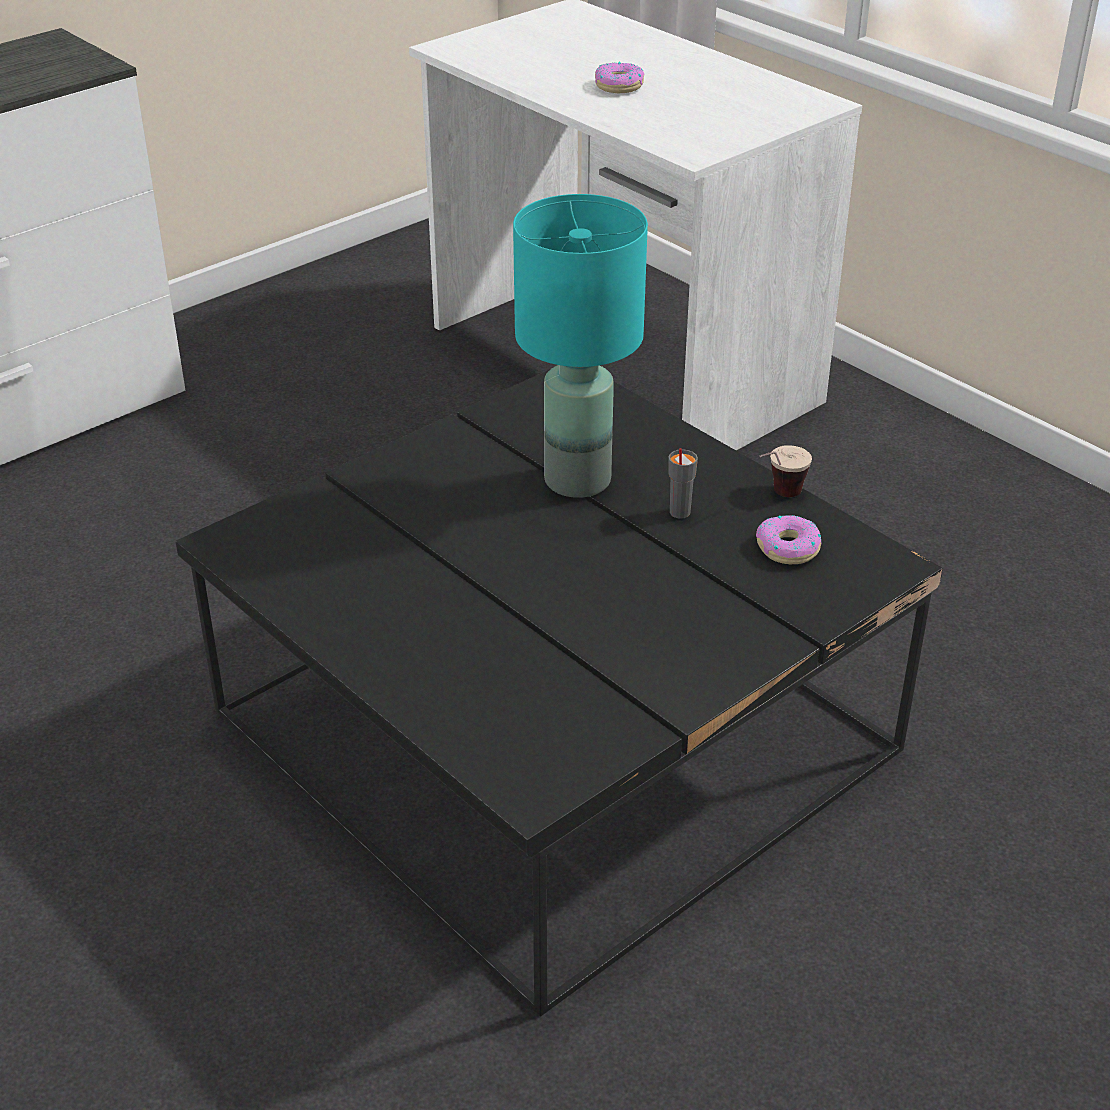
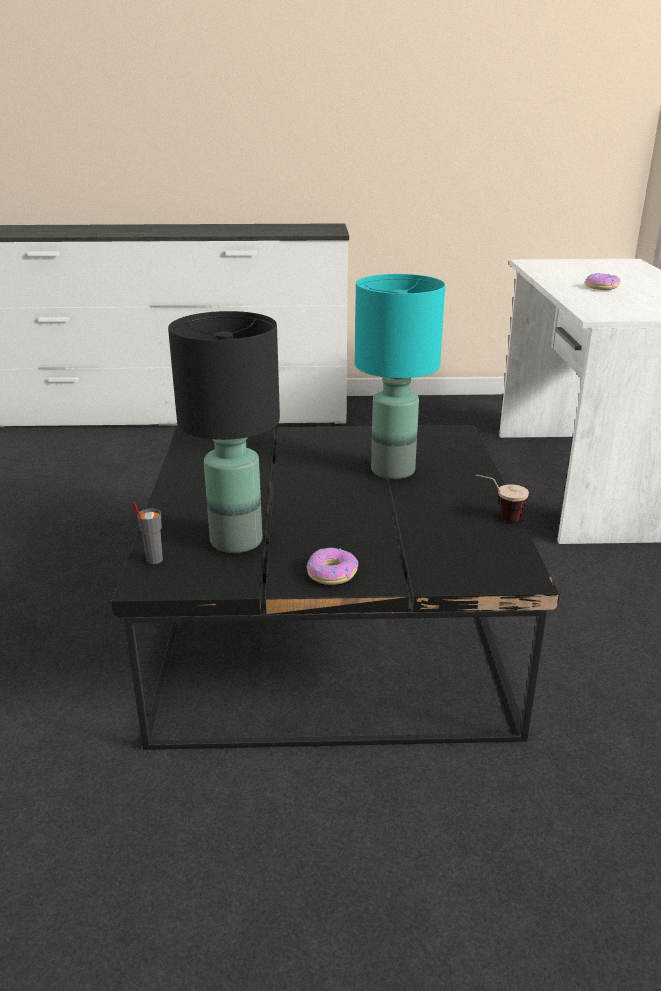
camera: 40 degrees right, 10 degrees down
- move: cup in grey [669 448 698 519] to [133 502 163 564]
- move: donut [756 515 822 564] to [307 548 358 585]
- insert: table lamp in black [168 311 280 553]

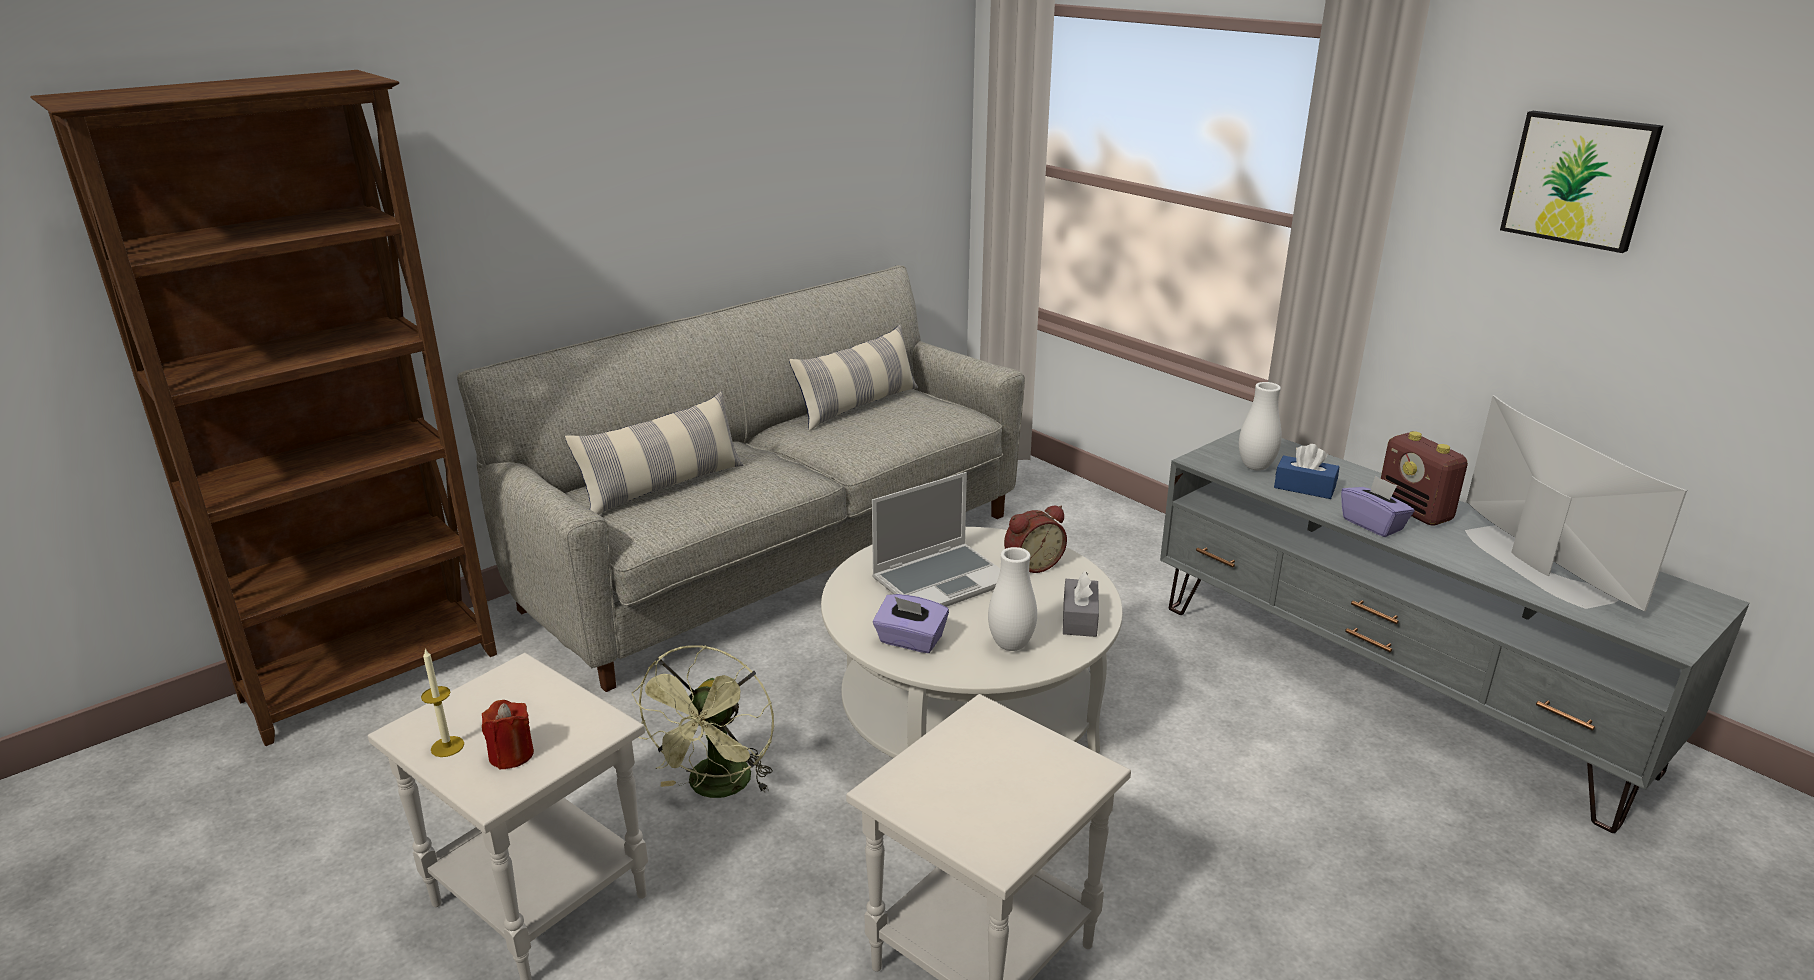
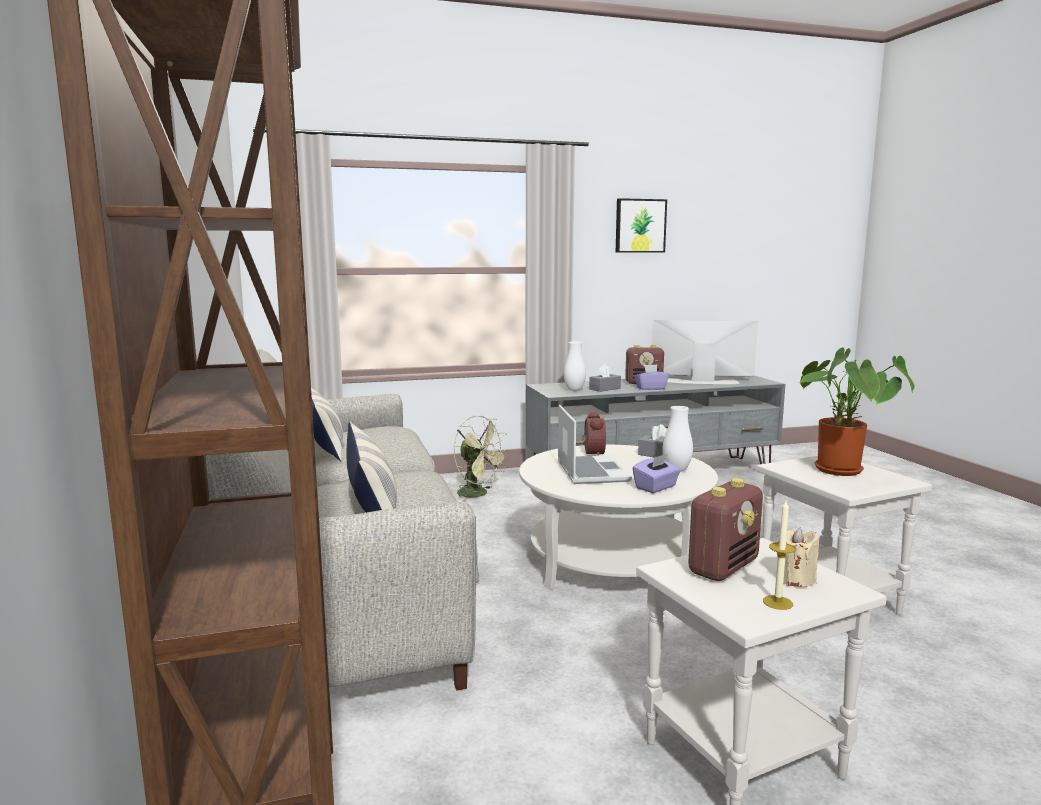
camera: 65 degrees left, 15 degrees down
- recolor: candle in red [482 700 534 770] to candle in beige [777 528 819 587]
- move: fan in green [632 645 774 798] to [454 415 509 502]
- recolor: tissue box in blue [1274 444 1340 499] to tissue box in grey [589 364 621 392]
- insert: radio [688 478 763 581]
- insert: potted plant [798 347 915 476]

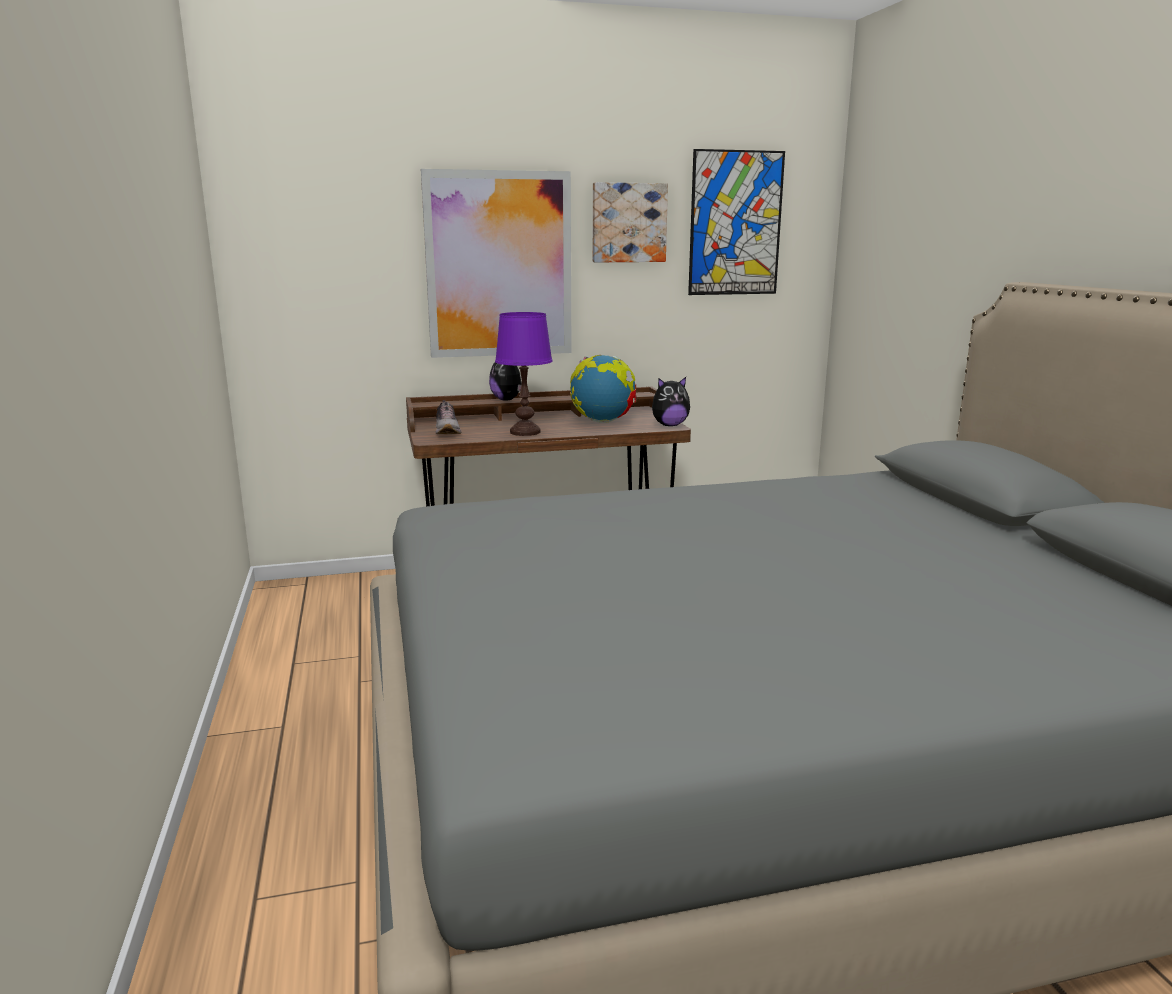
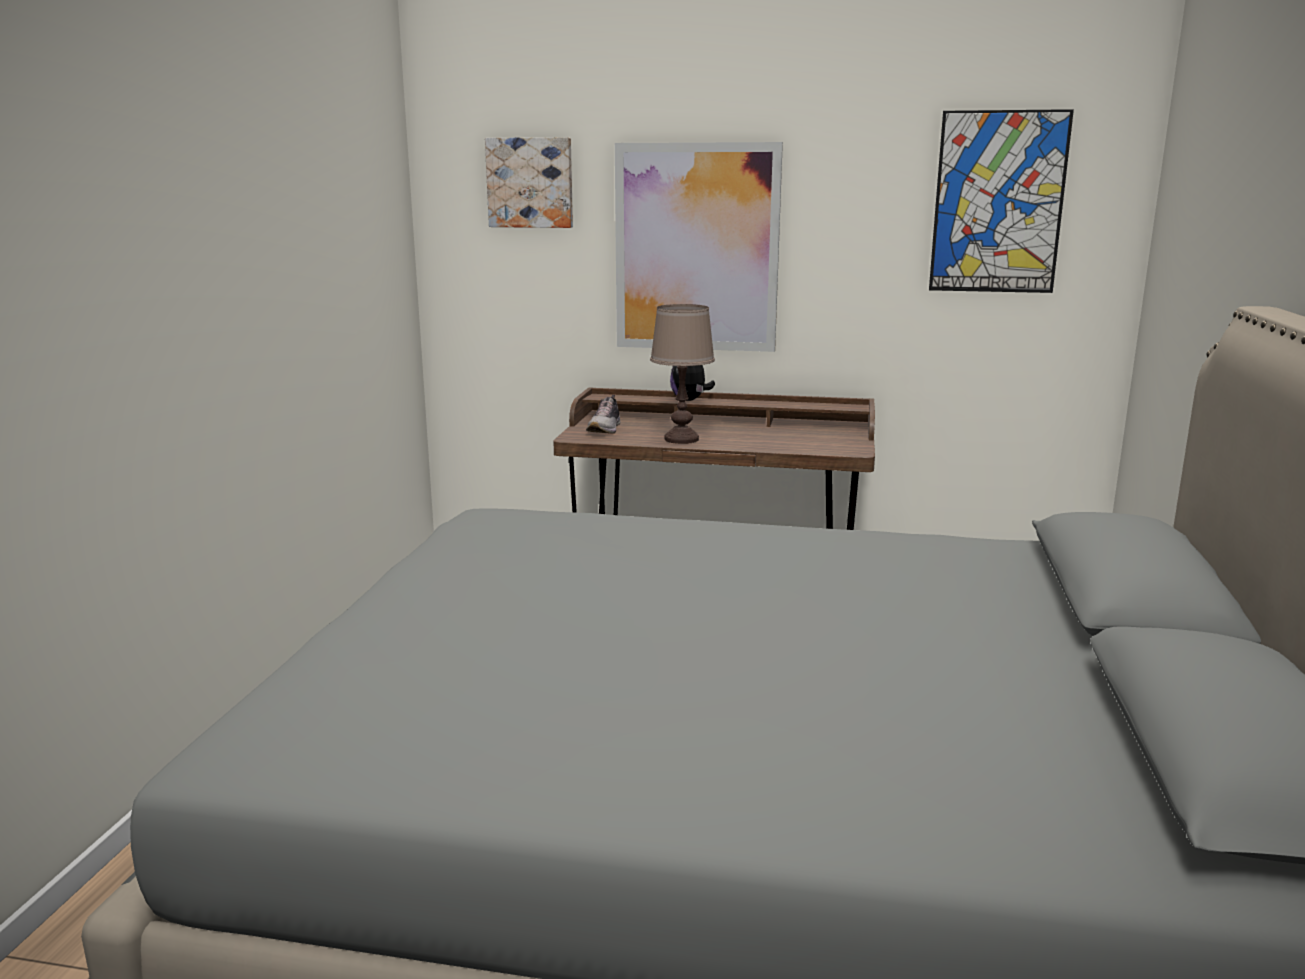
camera: 25 degrees right, 0 degrees up
- recolor: table lamp in purple [495 312 552 436] to table lamp in brown [650 304 715 444]
- delete: globe [570 355 636 423]
- move: picture [593 182 668 262] to [485 137 573 228]
- delete: plush toy [652 377 690 426]

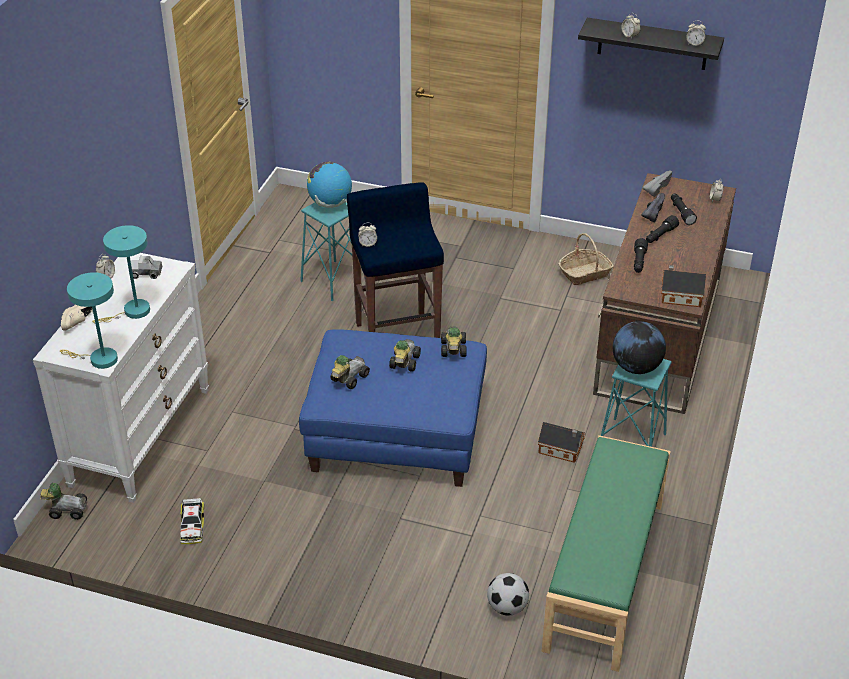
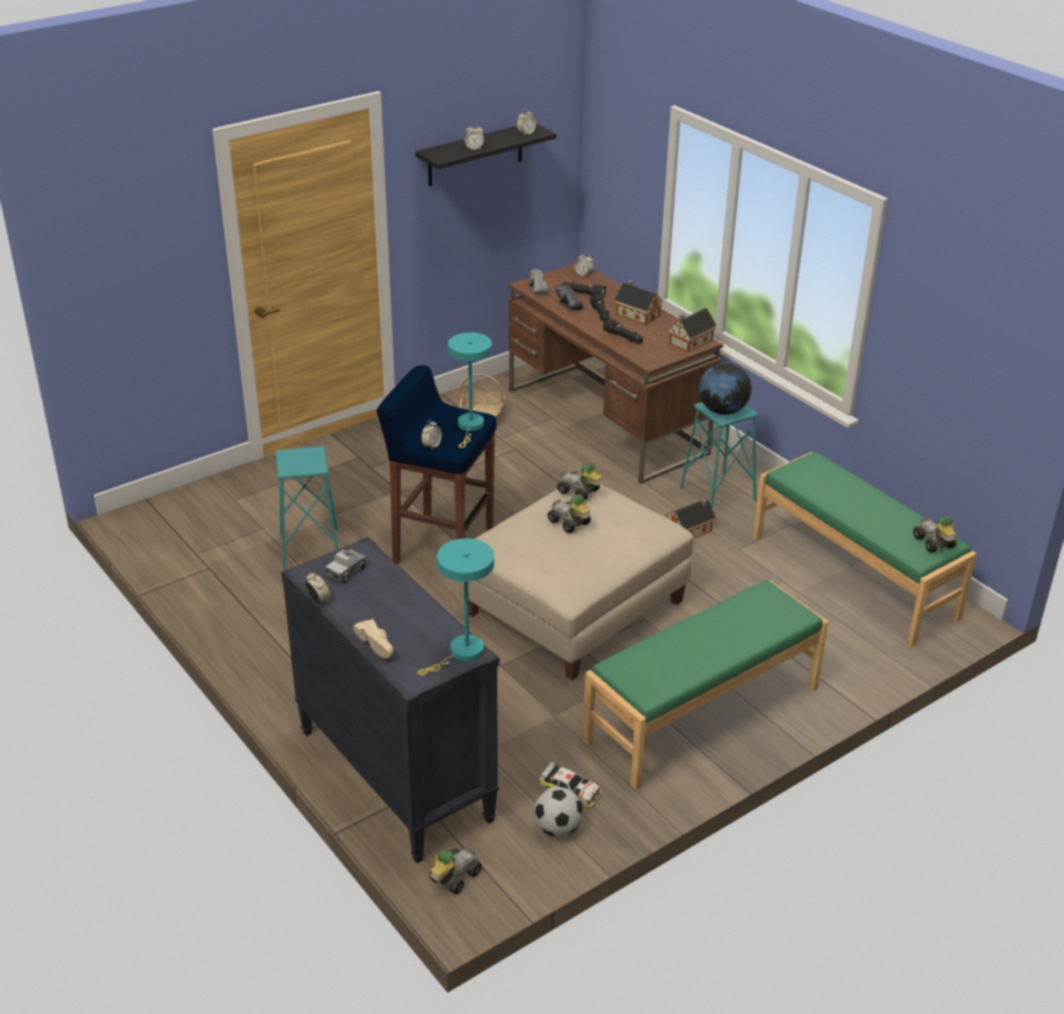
camera: 55 degrees left, 5 degrees down
- recolor: dresser in white [33 253 209 503] to dresser in black [281 537 500 863]
- move: table lamp in turquoise [92 225 150 323] to [448 332 492 448]
- recolor: ottoman in blue [299 329 487 487] to ottoman in beige [460 484 694 680]
- delete: globe [307 162 352 208]
- move: toy car [331 355 370 389] to [913 516 956 553]
- move: football [487 573 529 616] to [534 787 583 837]
- insert: bench in green [582 580 829 790]
- insert: toy house [614 280 662 325]

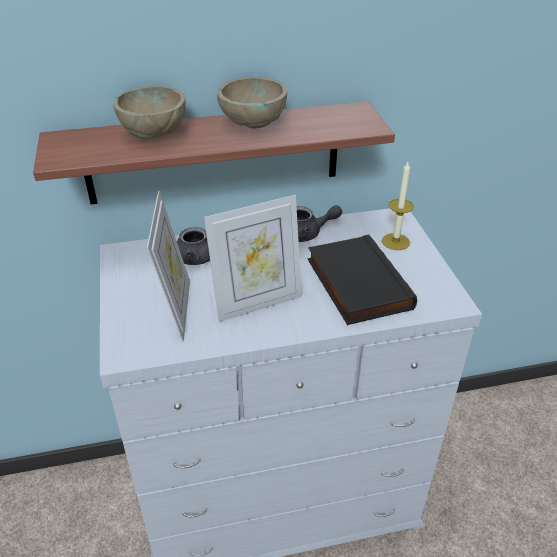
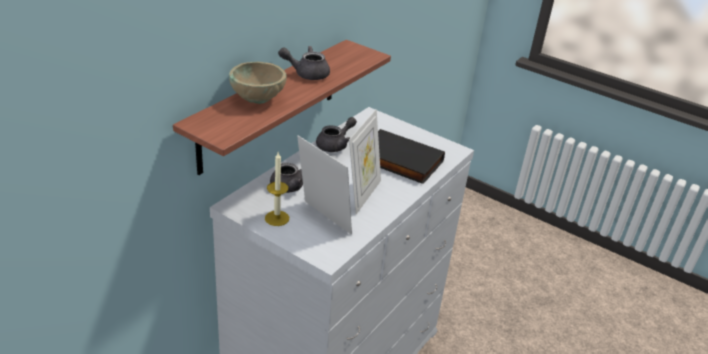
camera: 45 degrees left, 5 degrees down
- replace: bowl in beige [217 77 287 129] to teapot in grey [278 46 330 80]
- move: candle [382 162 414 250] to [265 152 289 226]

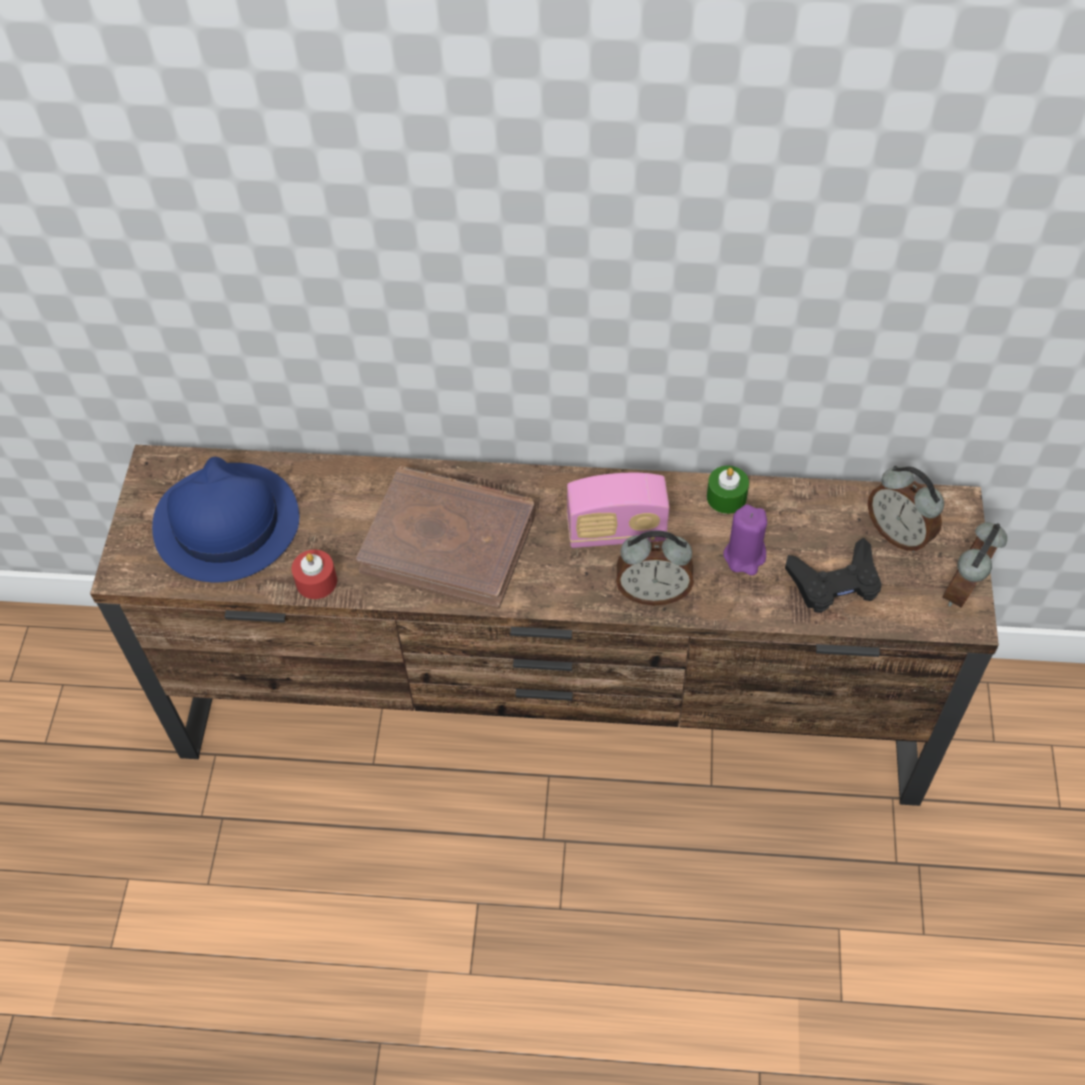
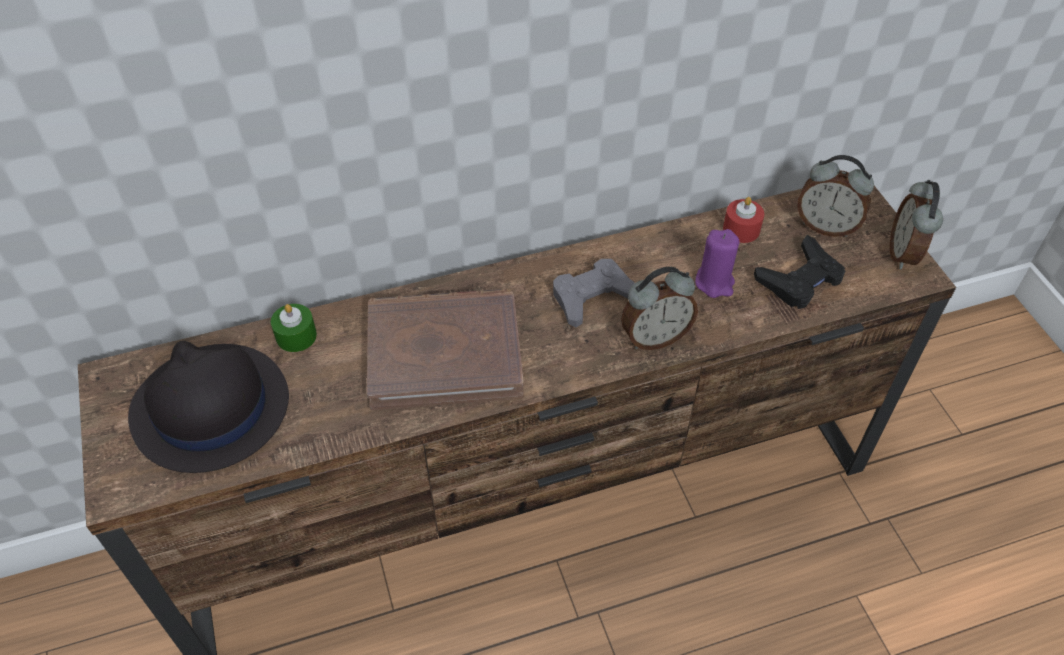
camera: 25 degrees left, 5 degrees down
- recolor: hat in blue [152 457 299 582] to hat in black [128 341 289 473]
- move: candle in red [292 550 337 599] to [723 197 764 243]
- replace: radio [567 473 669 548] to game controller in grey [553 259 635 327]
- move: candle in green [707 466 749 514] to [271 304 317 352]

